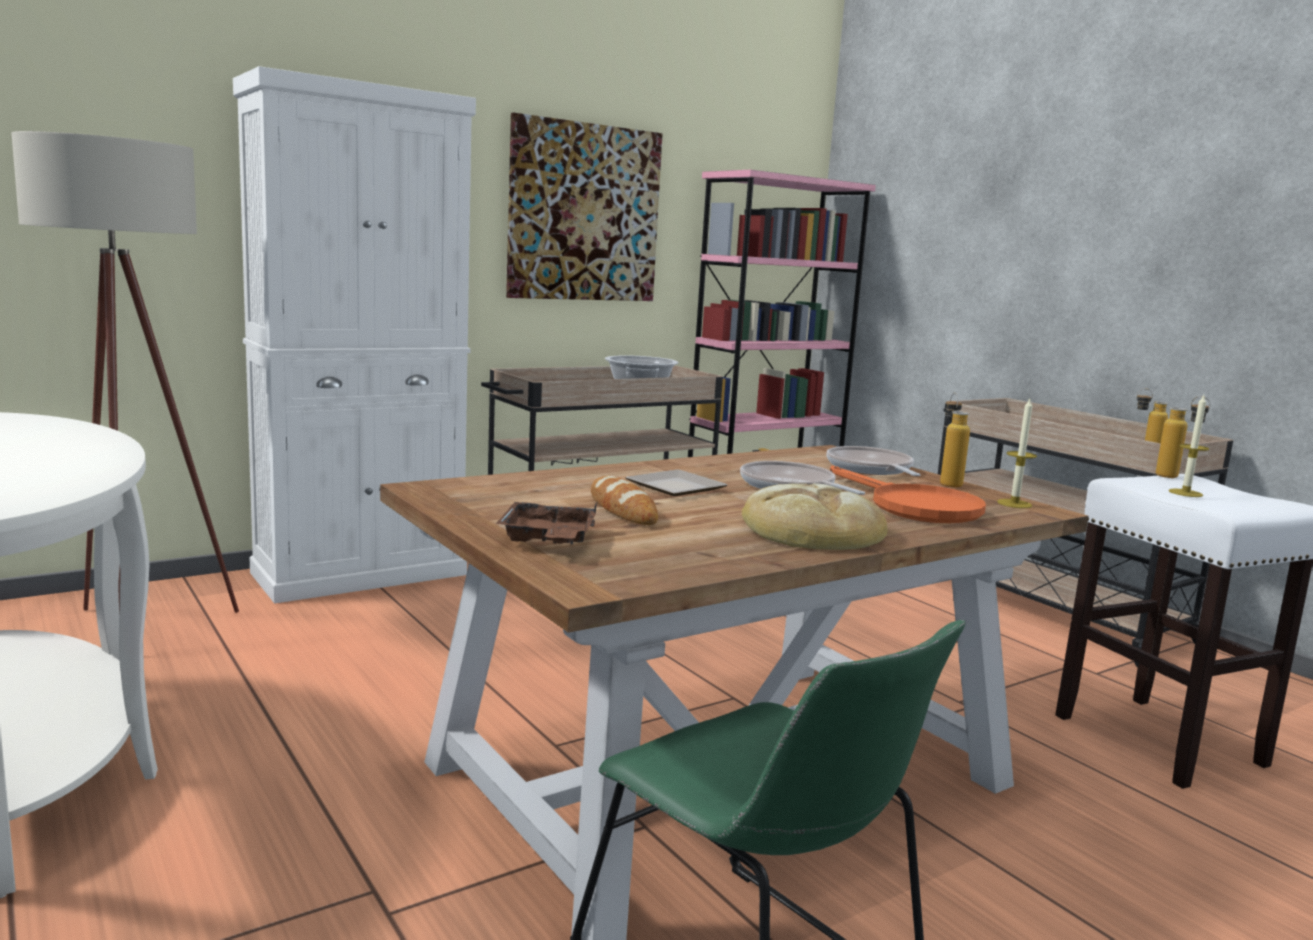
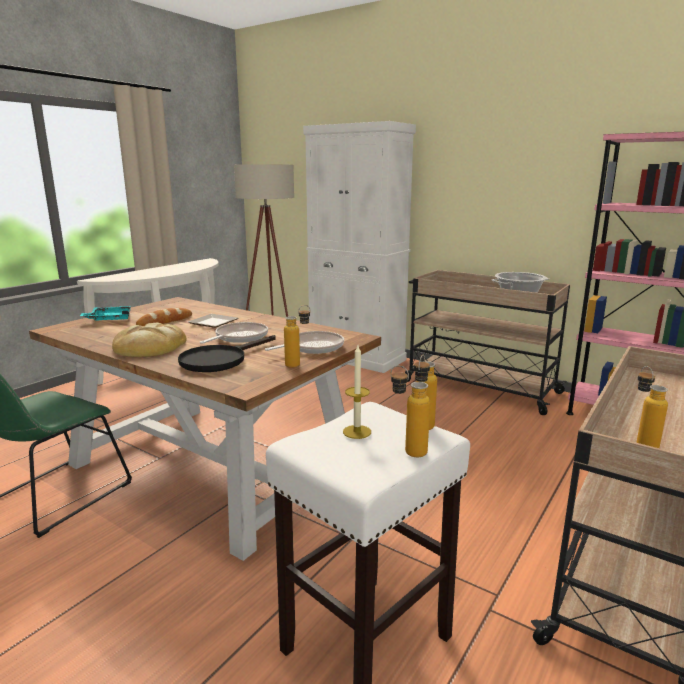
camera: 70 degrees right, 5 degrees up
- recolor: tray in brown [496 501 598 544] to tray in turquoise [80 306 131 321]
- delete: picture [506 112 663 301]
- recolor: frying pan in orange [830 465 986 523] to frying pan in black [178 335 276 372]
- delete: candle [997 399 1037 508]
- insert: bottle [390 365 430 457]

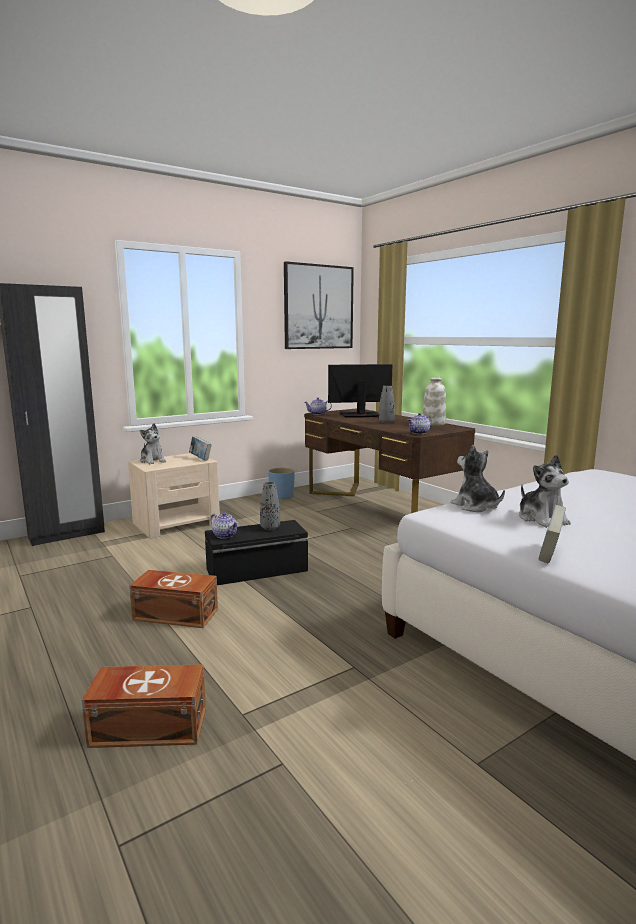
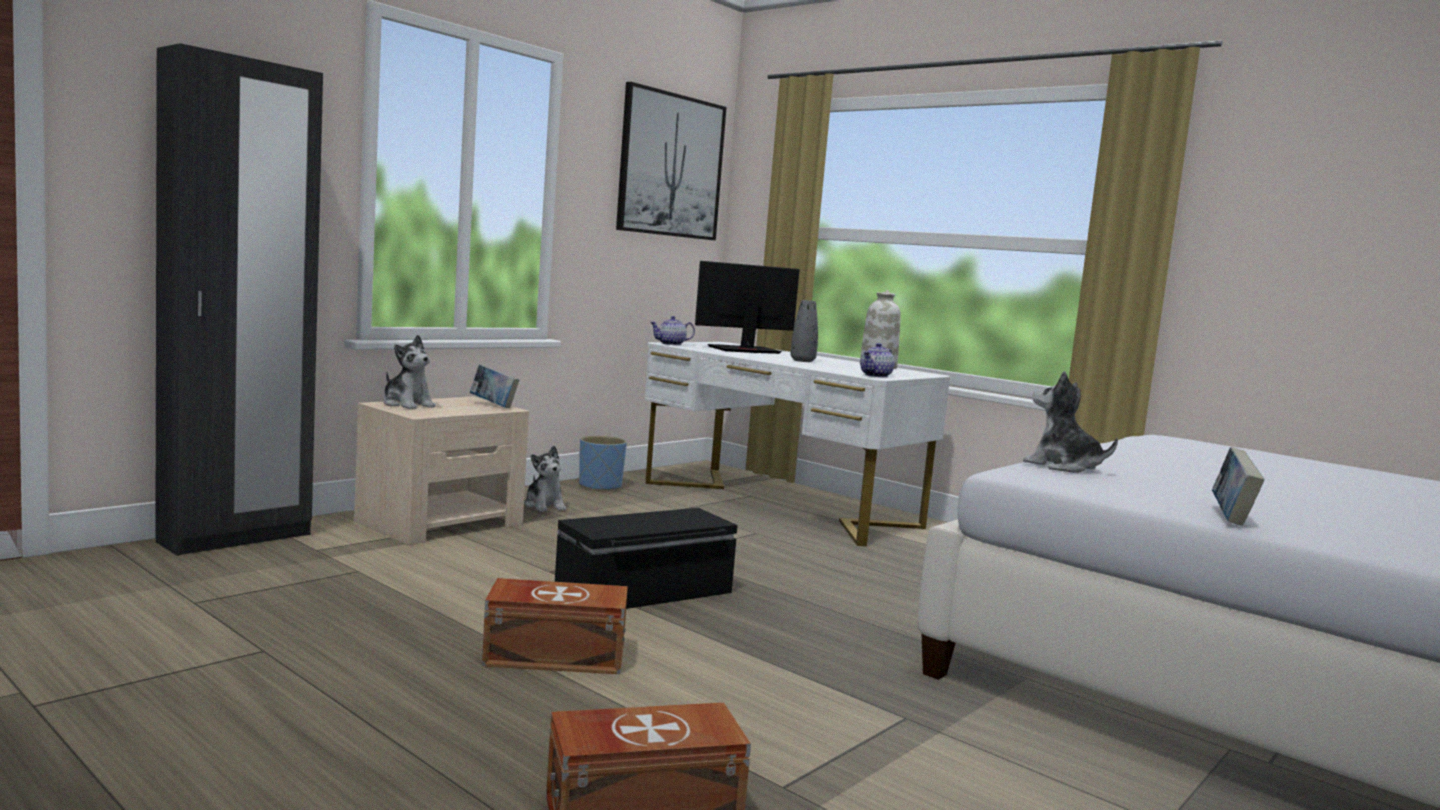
camera: 15 degrees left, 5 degrees down
- delete: teapot [211 512 238 539]
- delete: vase in grey [260 482 280 530]
- recolor: desk in brown [304 409 475 513] to desk in white [645 342 950 546]
- move: plush toy [519 455 571 528] to [524 446 566 512]

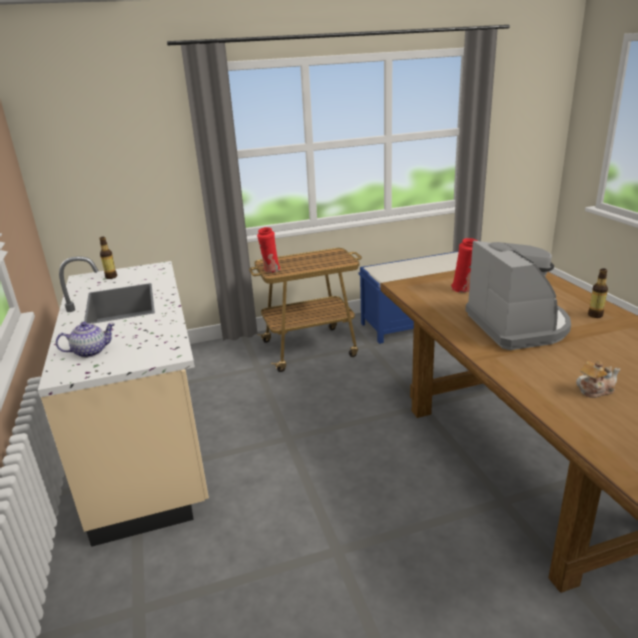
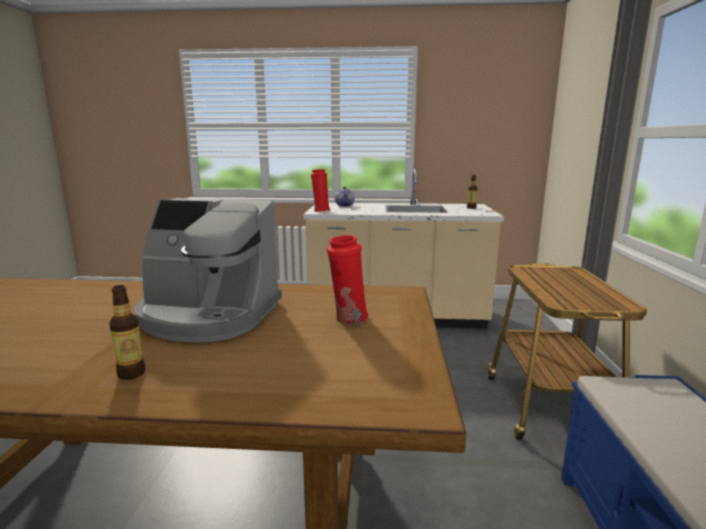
camera: 110 degrees right, 10 degrees down
- move: vase in red [257 227 280 273] to [311 169 330 212]
- delete: teapot [576 361 620 398]

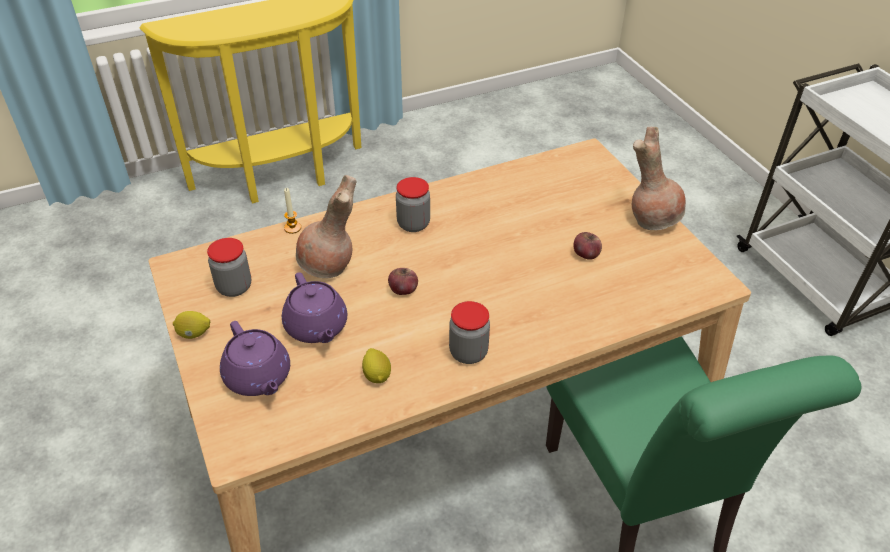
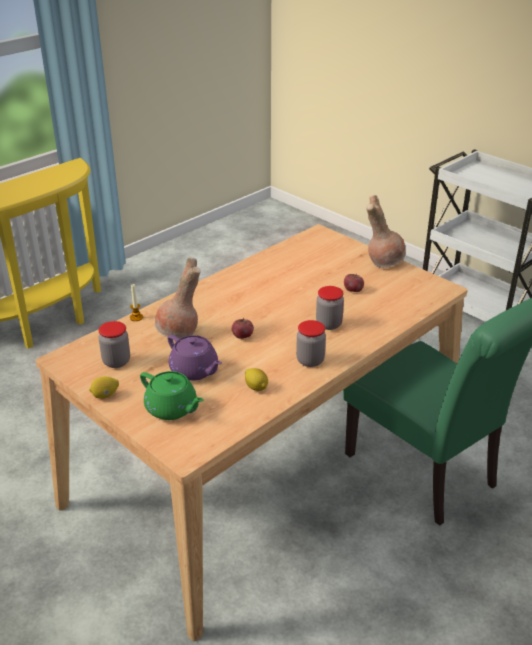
camera: 20 degrees left, 10 degrees down
- recolor: teapot in purple [220 321 290 396] to teapot in green [140 371 204 420]
- move: jar [396 177 430 232] to [316 286 344 330]

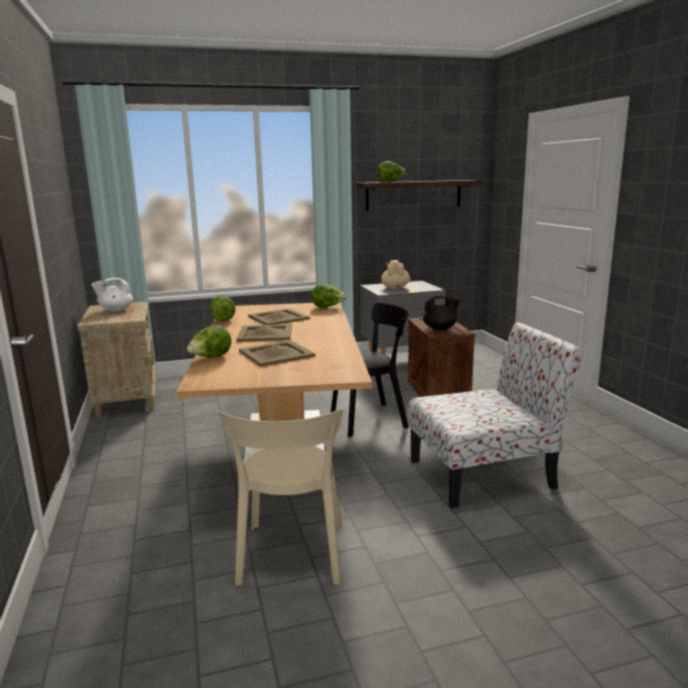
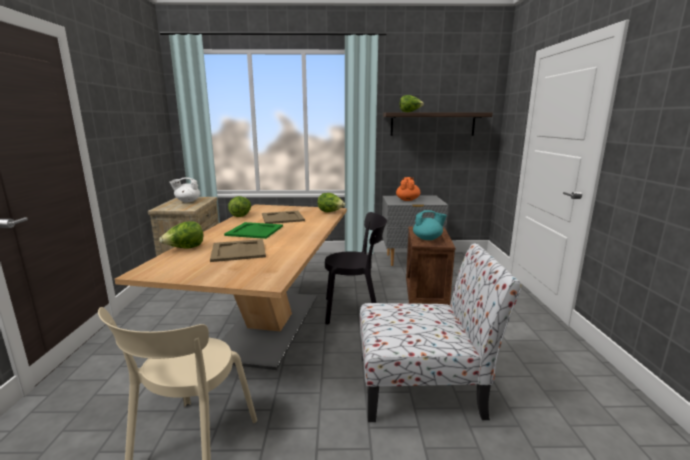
camera: 15 degrees right, 0 degrees up
- recolor: tray in beige [236 324 292 342] to tray in green [224 222 283 239]
- recolor: teapot in beige [381 260 410 289] to teapot in orange [396 177 421 201]
- recolor: teapot in black [423 296 460 330] to teapot in turquoise [413 210 447 240]

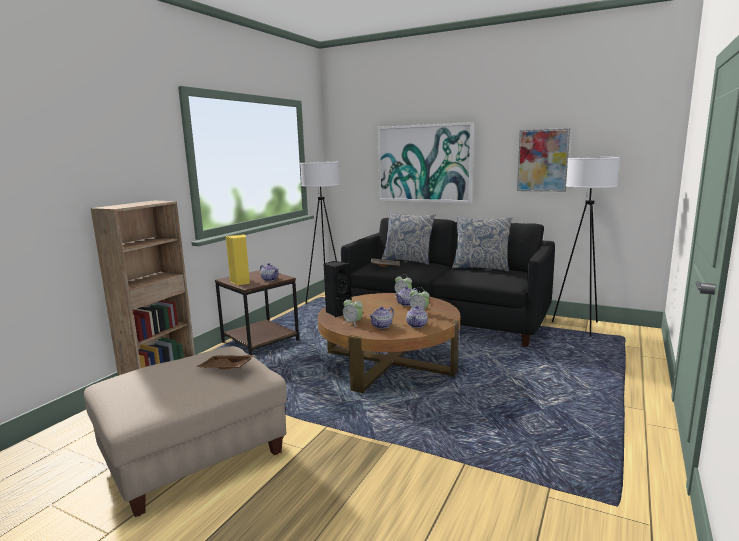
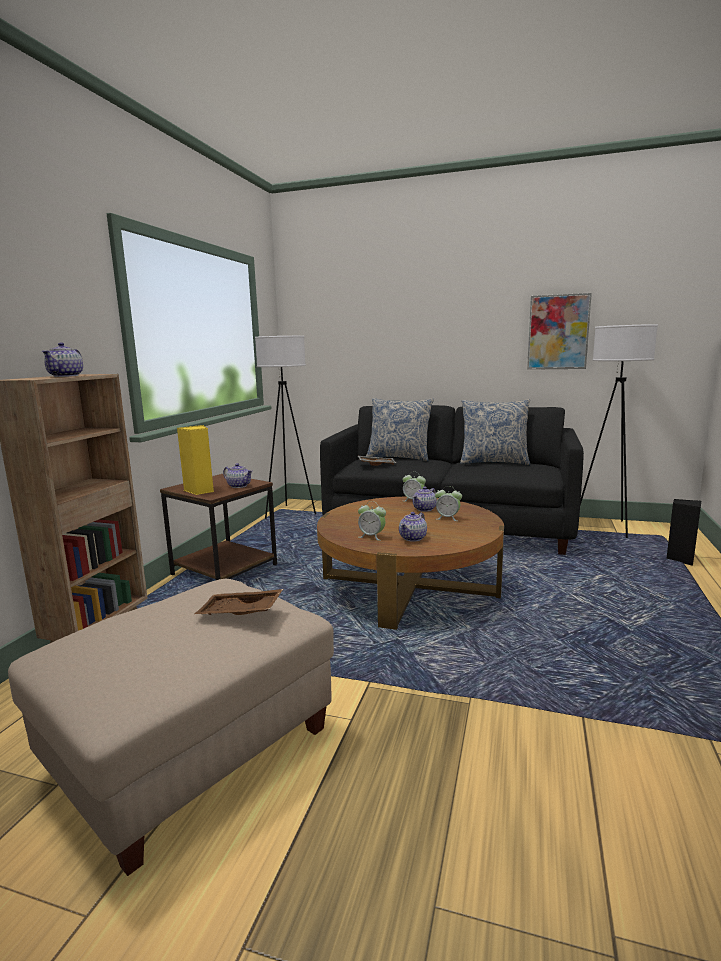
camera: 10 degrees left, 0 degrees up
- move: speaker in black [323 261 351 318] to [666 499 701 566]
- delete: picture [377 122 474 203]
- move: teapot [406 306 428 328] to [42 342 83 377]

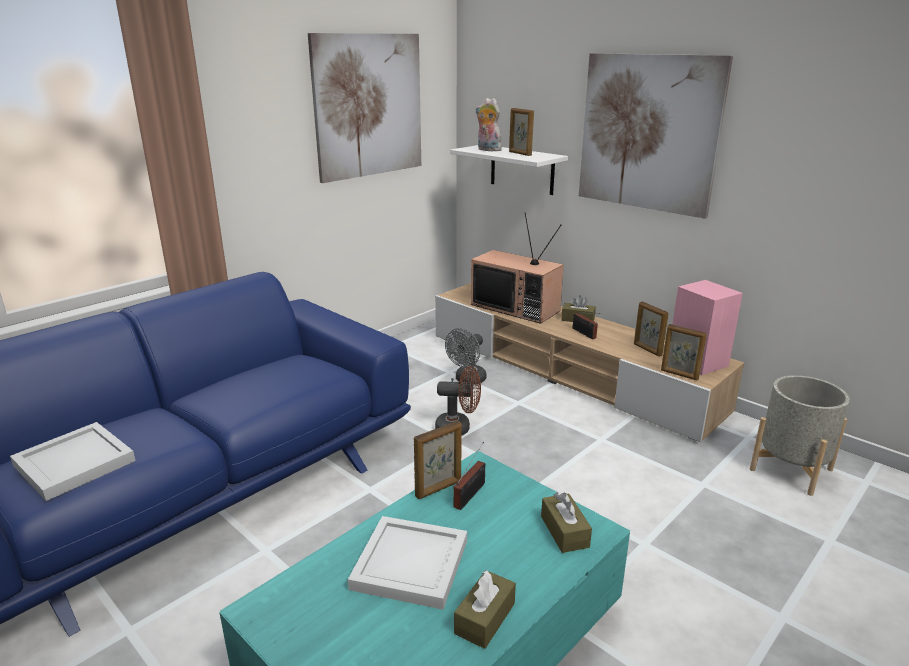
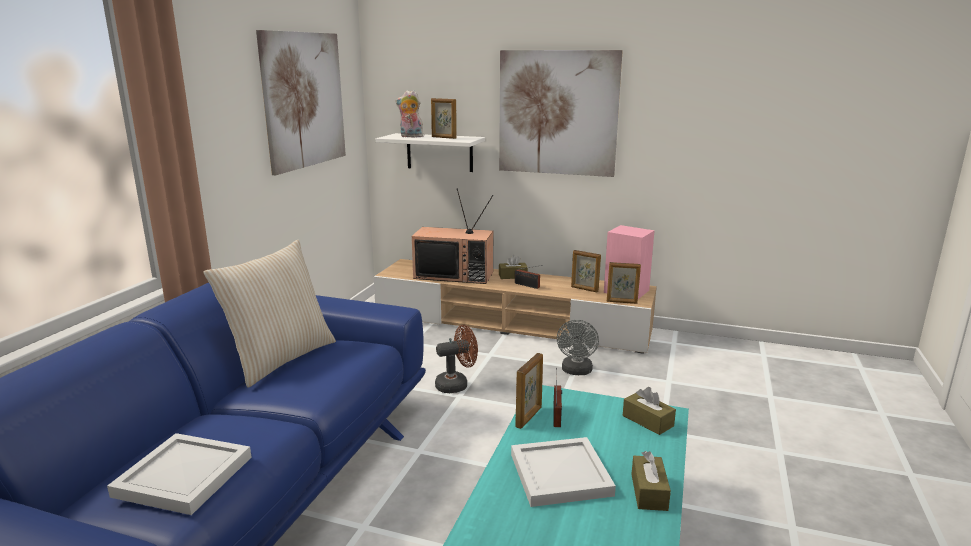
camera: 25 degrees left, 5 degrees down
- move: fan in grey [445 328 487 385] to [557 320 599 375]
- delete: planter in grey [750 375 850 496]
- insert: pillow in beige [203 240 336 388]

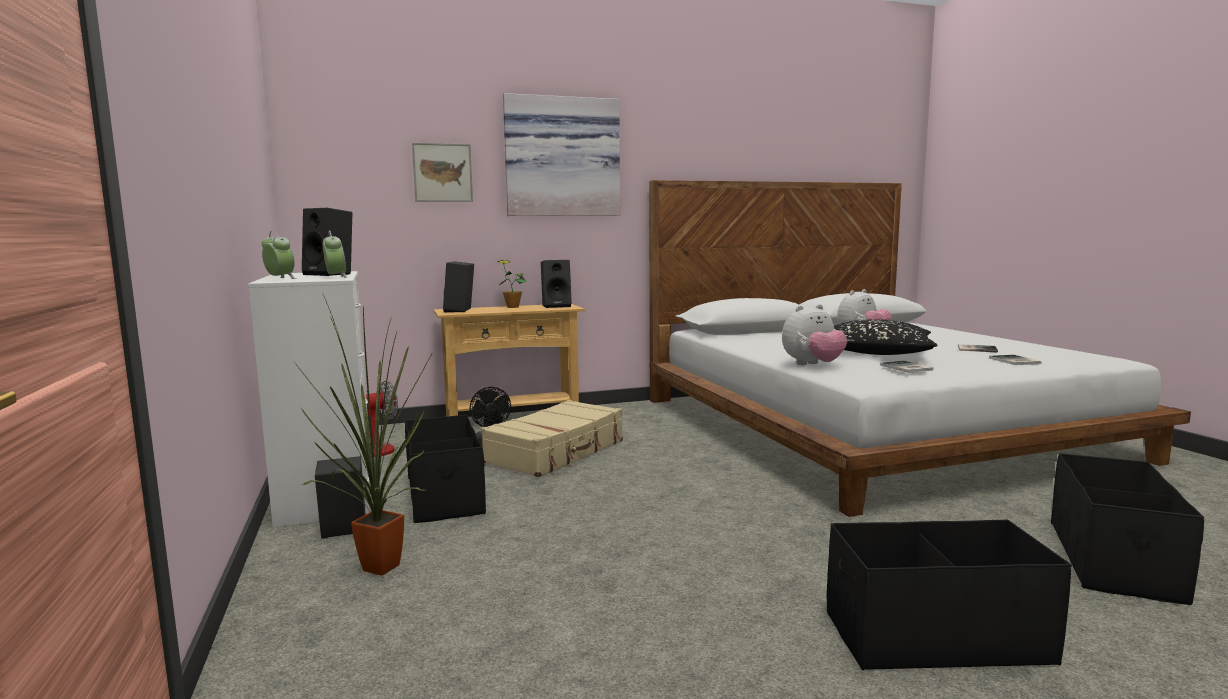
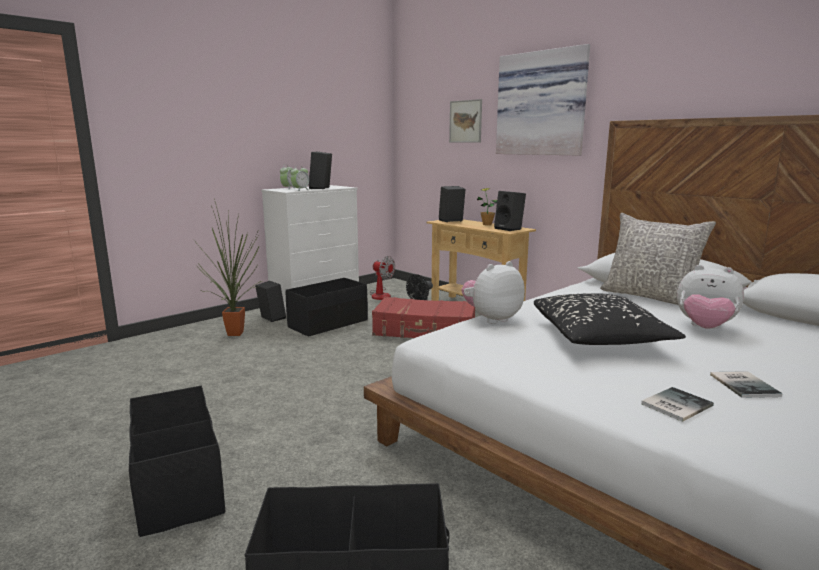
camera: 65 degrees right, 5 degrees up
- recolor: suitcase in beige [481 400 623 477] to suitcase in red [372 297 475 338]
- rotate: plush toy [782 304 848 365] = [461 261 525 324] 105 degrees clockwise
- delete: book [880 361 934 373]
- insert: pillow in grey [600 213 716 305]

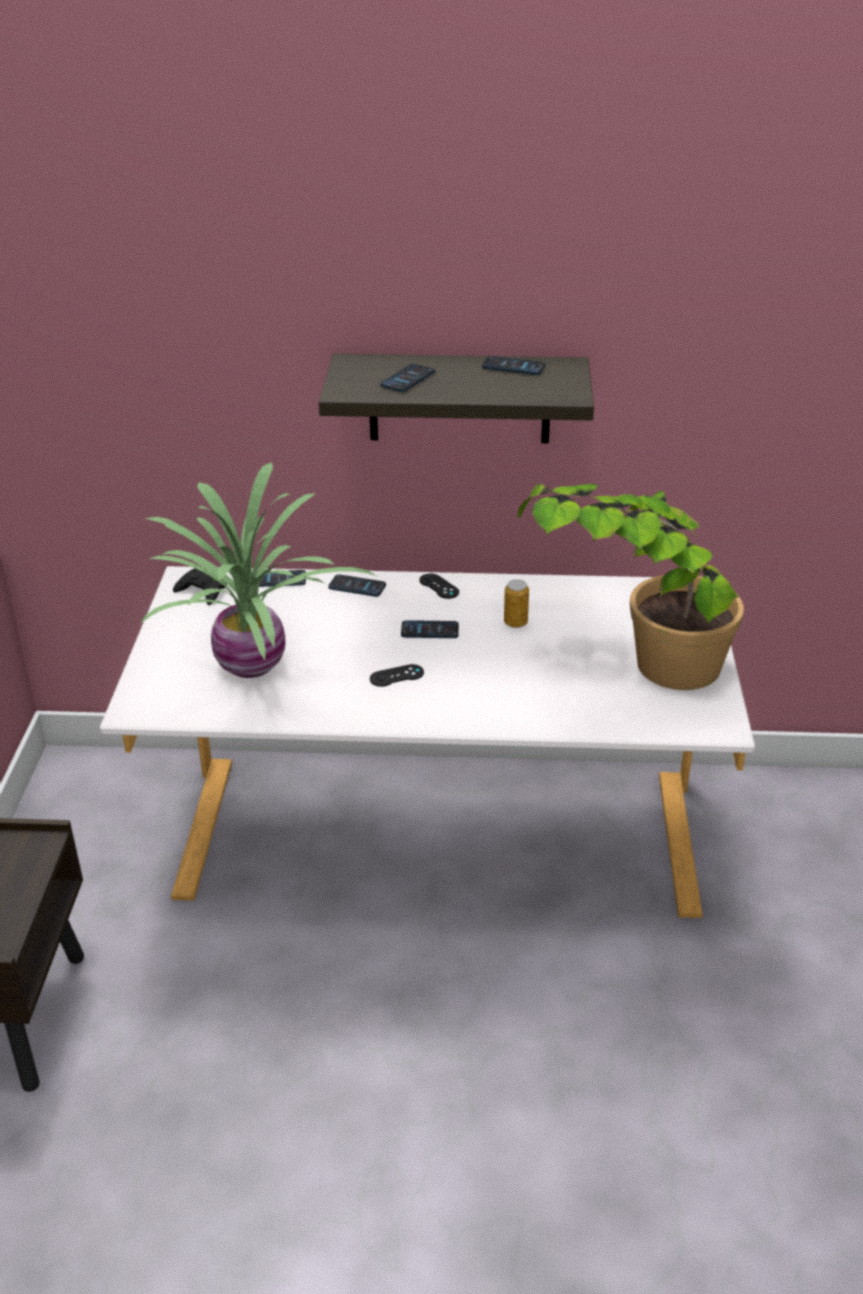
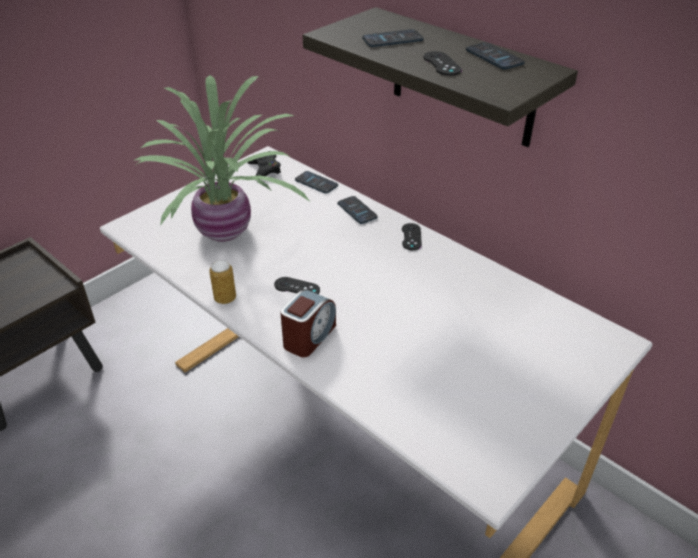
camera: 40 degrees right, 5 degrees up
- delete: phone [401 620 459 638]
- move: can [504 580 529 628] to [209 260 236 304]
- delete: potted plant [517 484 744 690]
- insert: alarm clock [280 290 336 357]
- insert: game controller in black [423 51 462 76]

